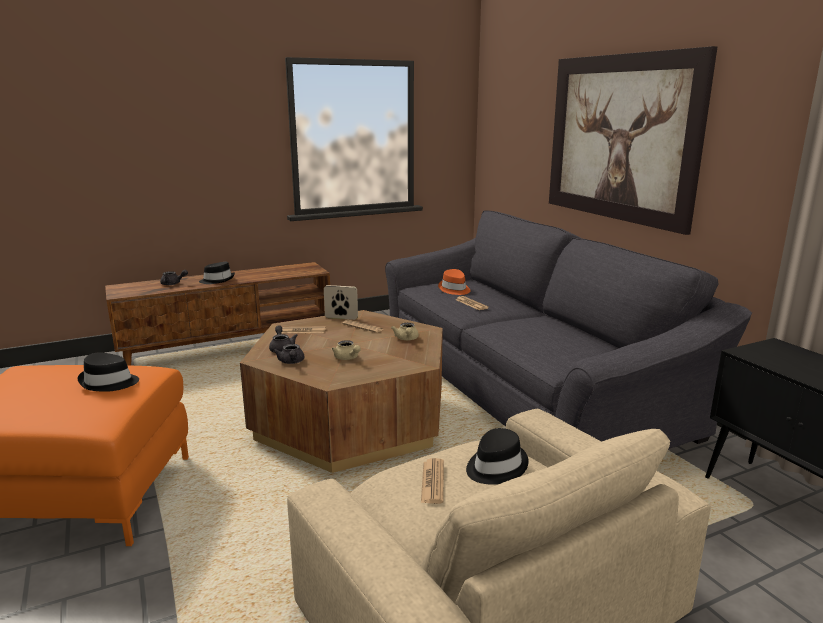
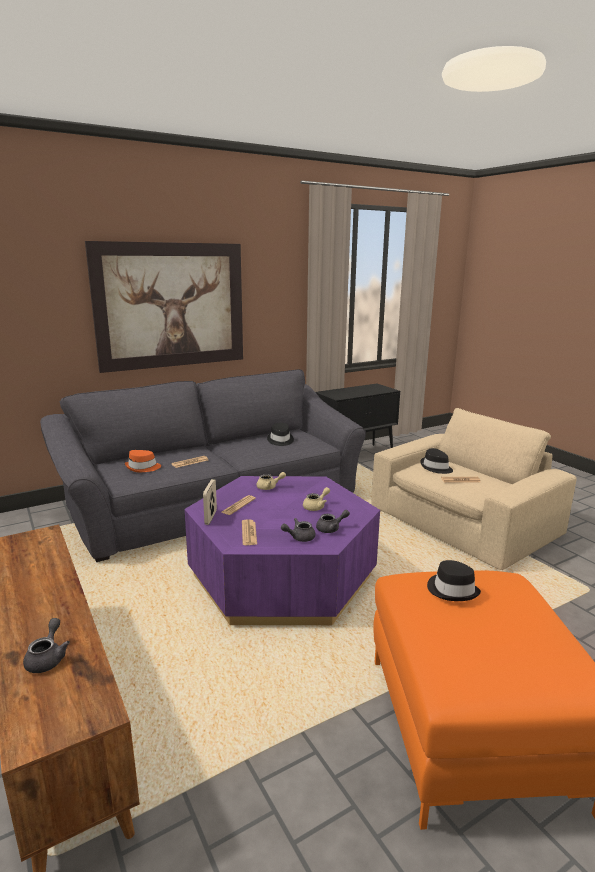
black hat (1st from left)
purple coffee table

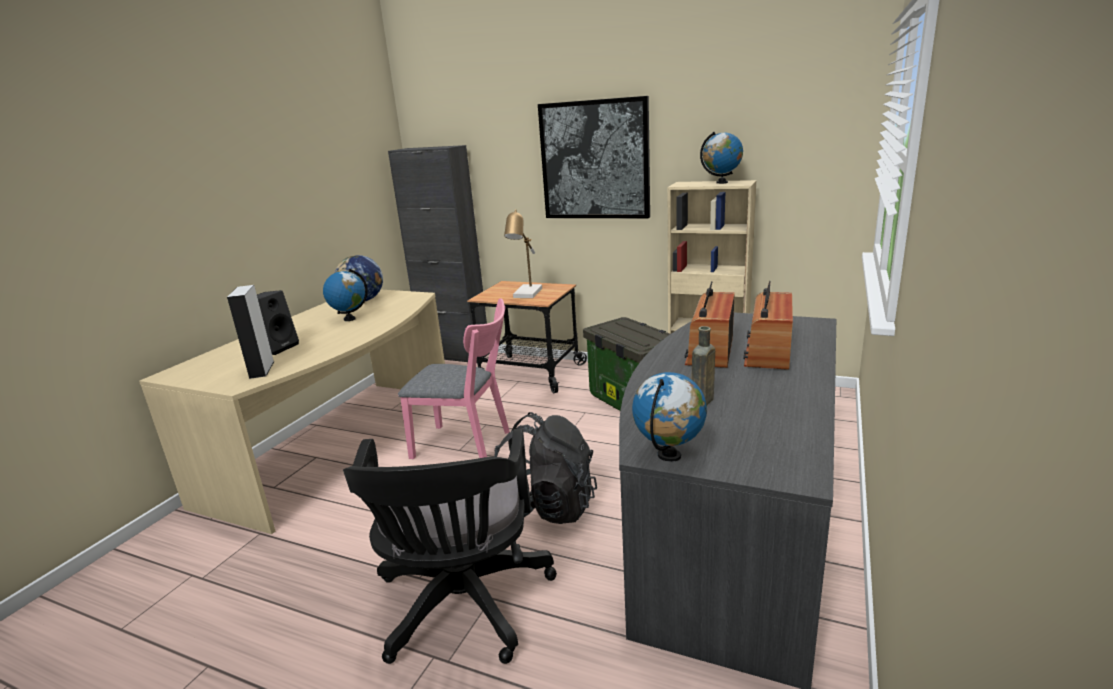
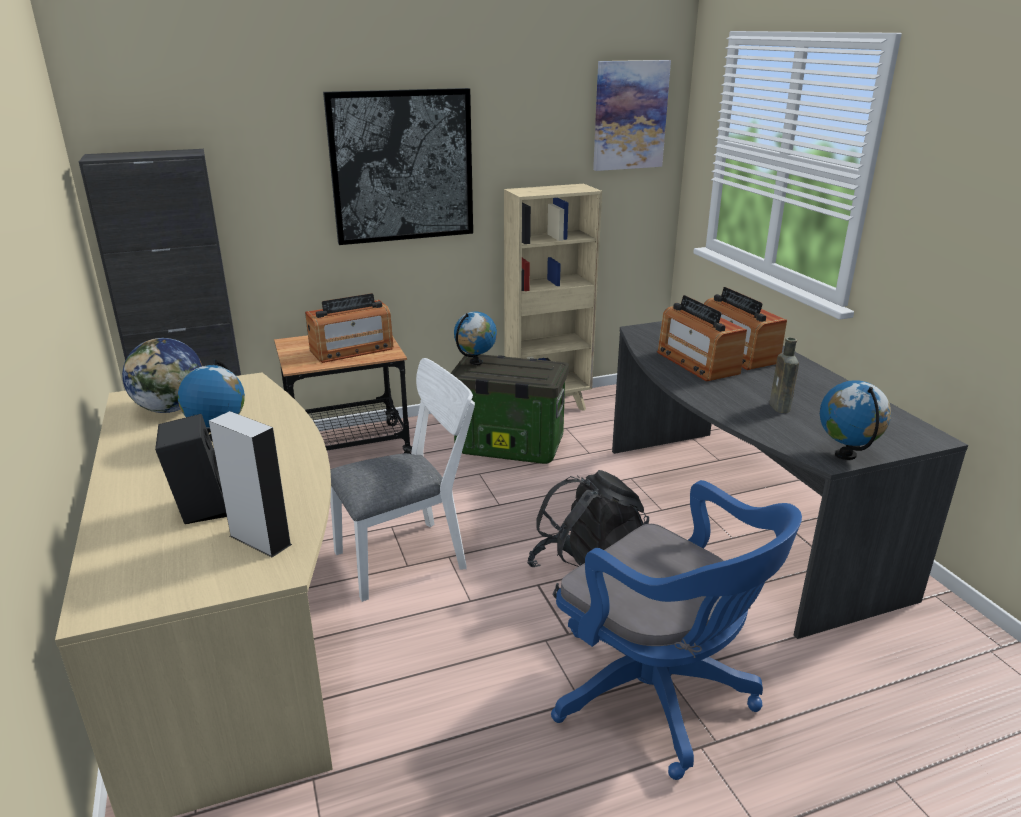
globe (3rd from left)
radio (1st from left)
white chair
blue office chair
picture (2nd from left)

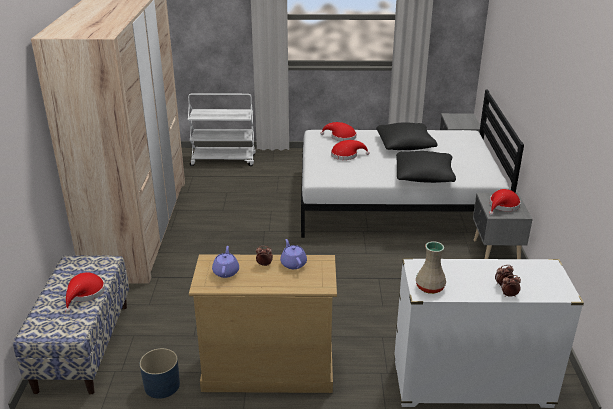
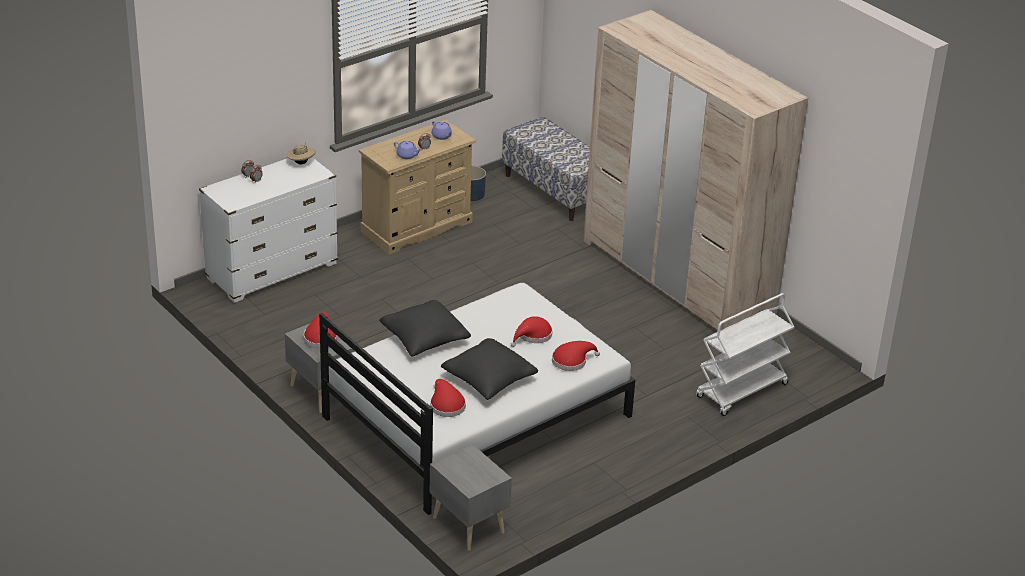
beige hat
red hat (2nd from left)

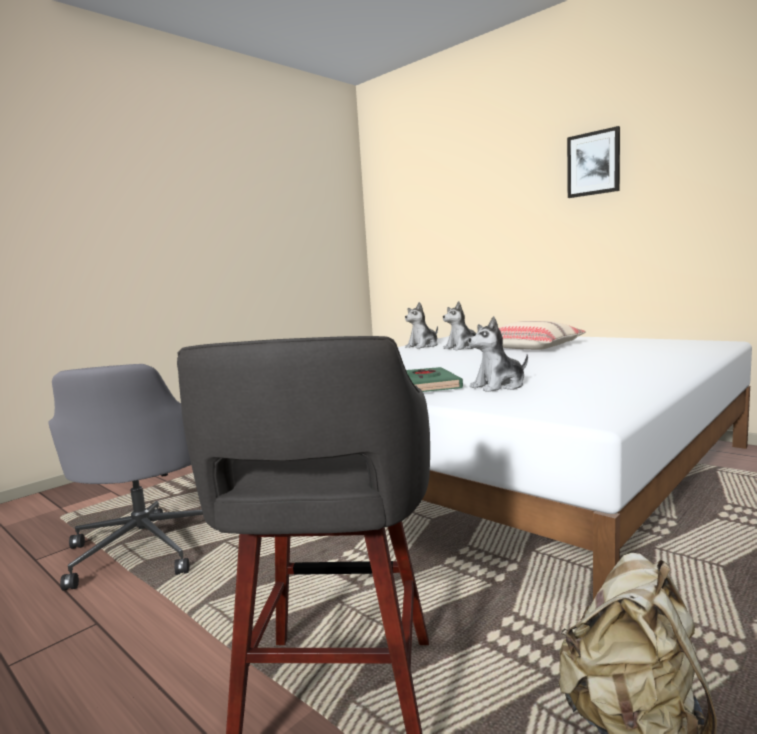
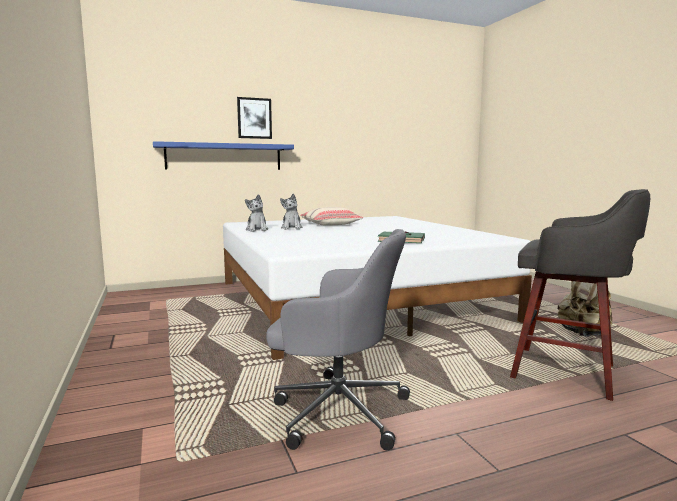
picture
plush toy (3rd from left in the first image)
blue shelf

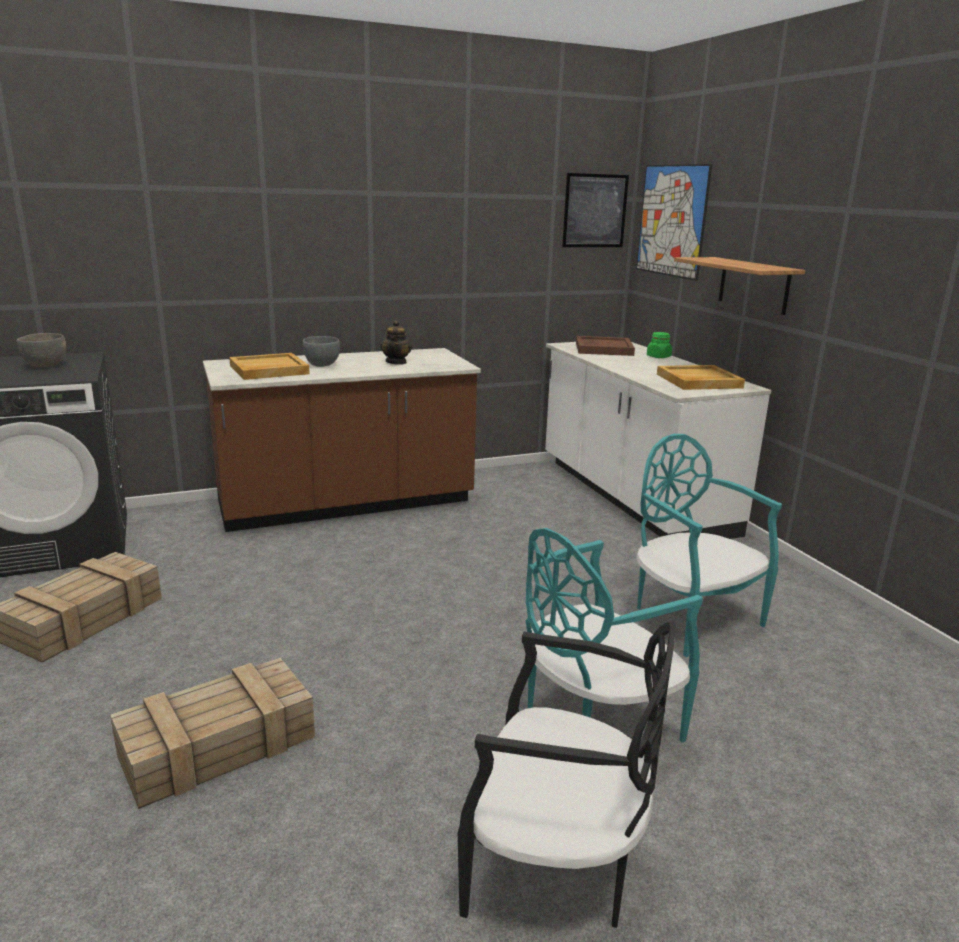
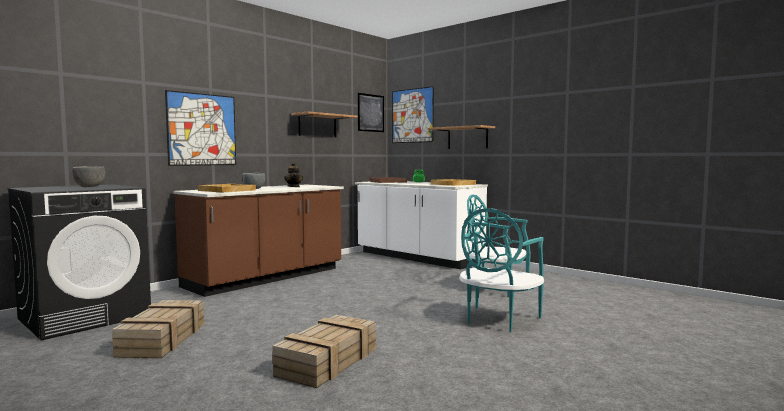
black chair
picture (1st from left)
shelf (1st from left)

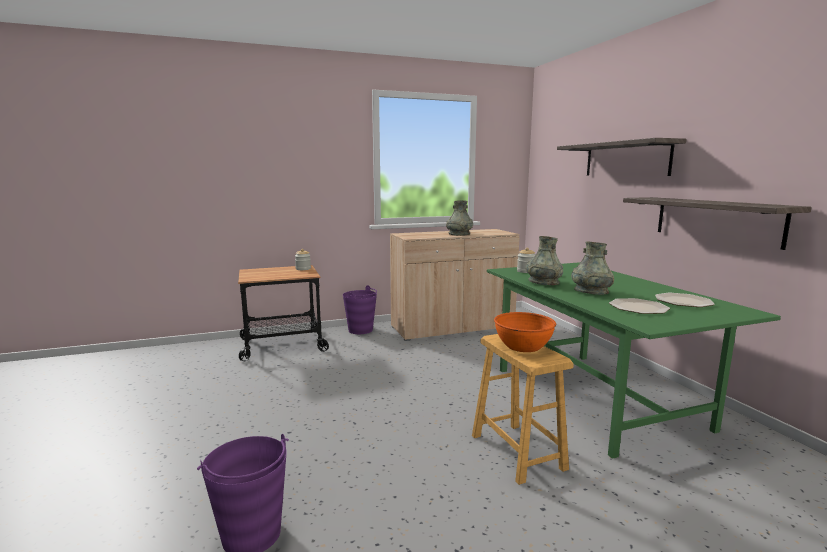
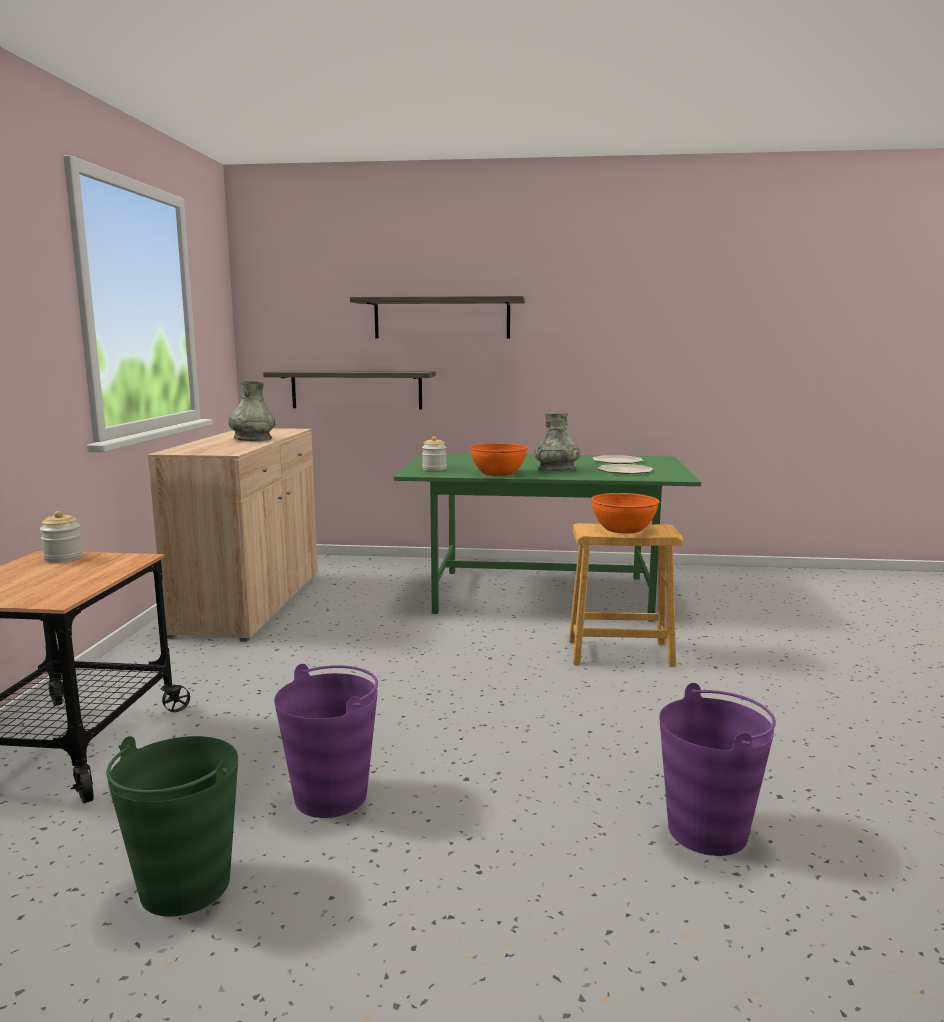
shelf (1st from left)
orange bowl (1st from left)
purple bucket (1st from left)
green bucket

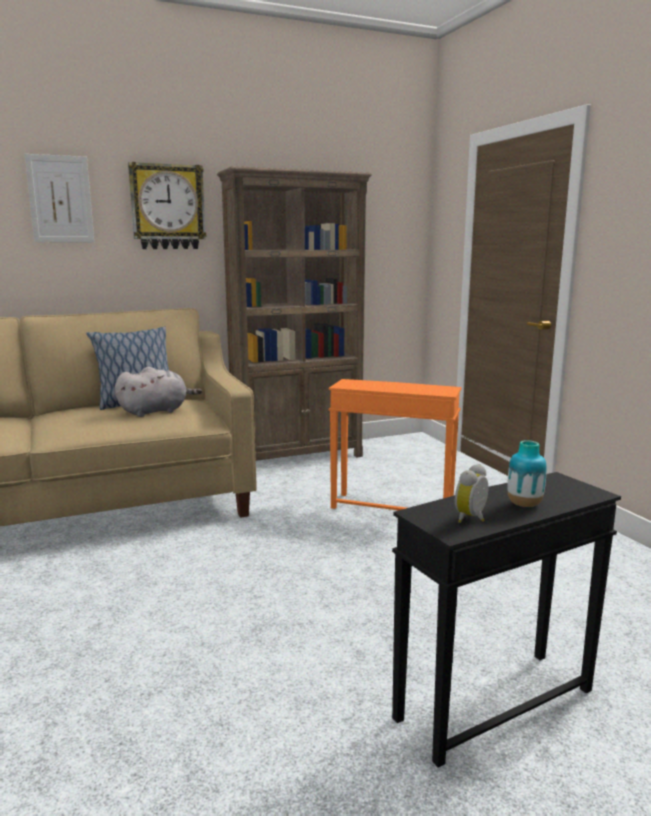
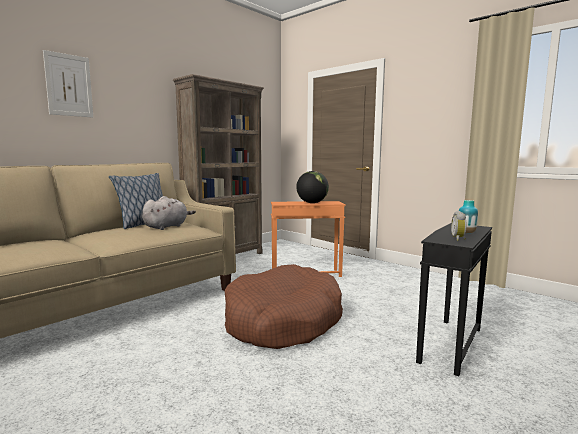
wall clock
globe
brown dog bed

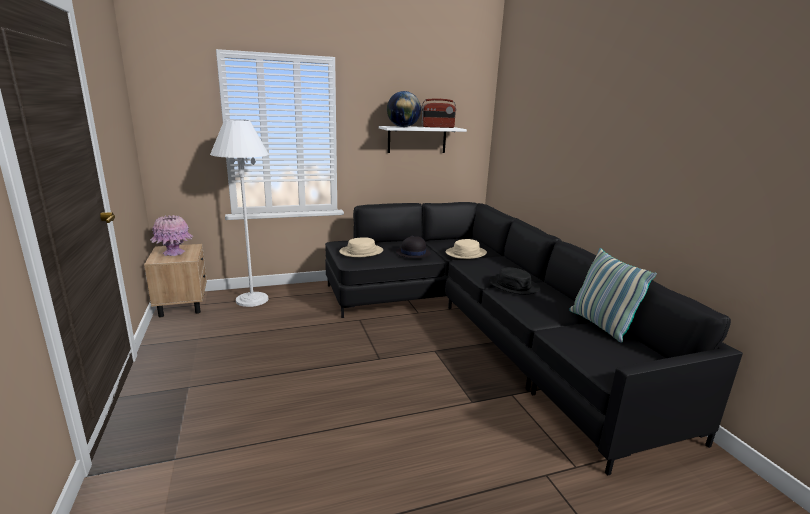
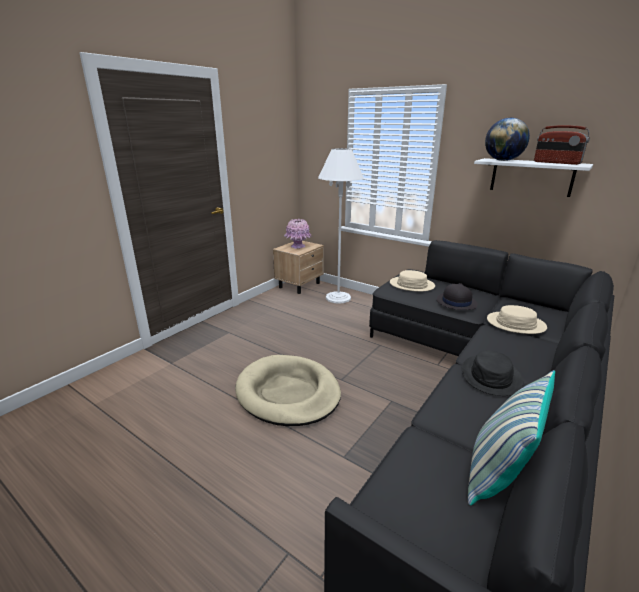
beige dog bed

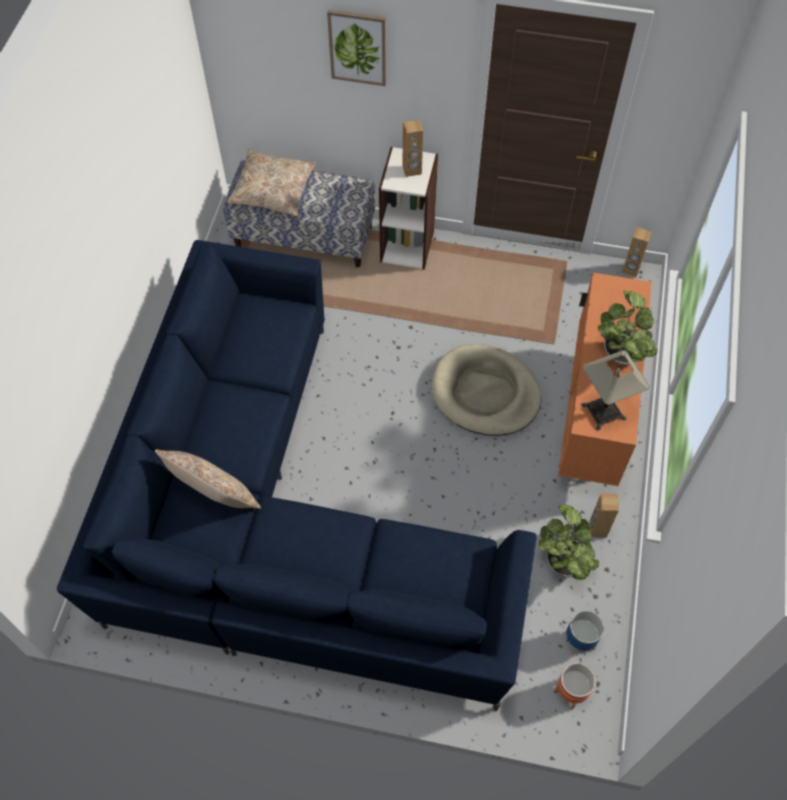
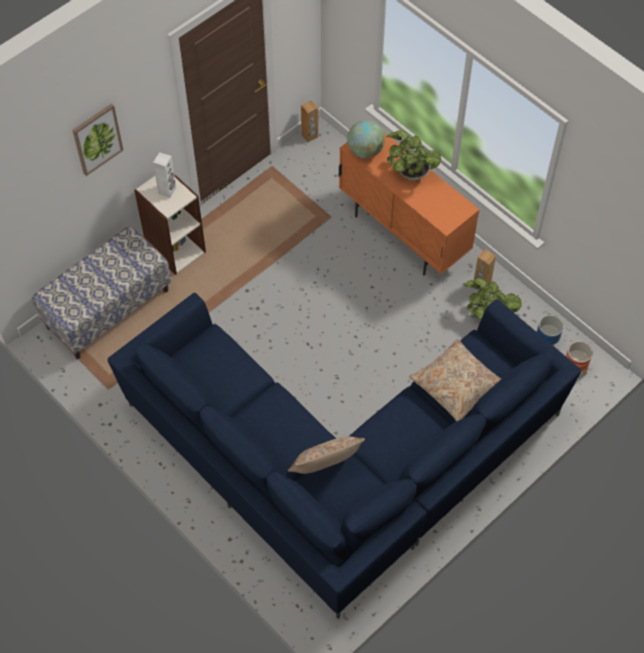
white speaker
beige pillow (2nd from left)
beige dog bed
table lamp
globe

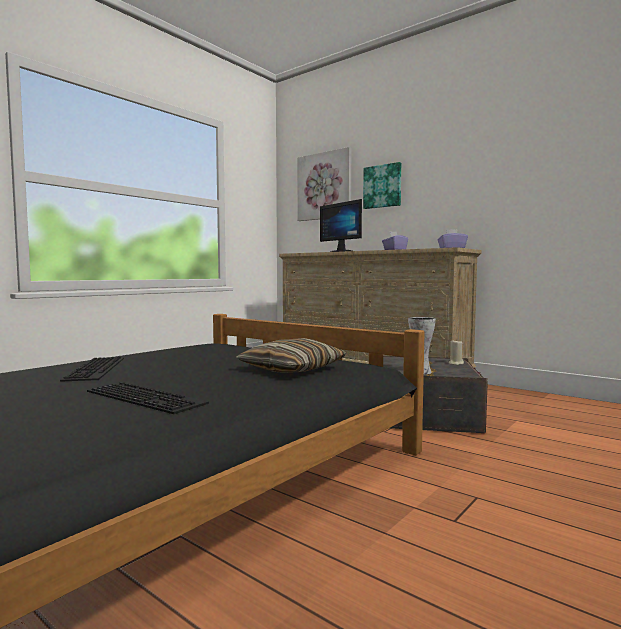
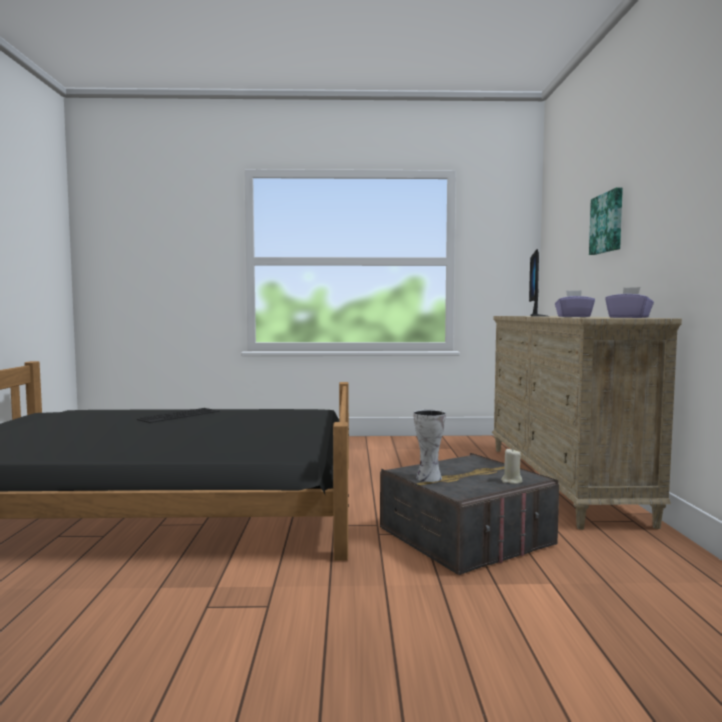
picture (1st from left in the first image)
pillow
keyboard (2nd from left in the first image)

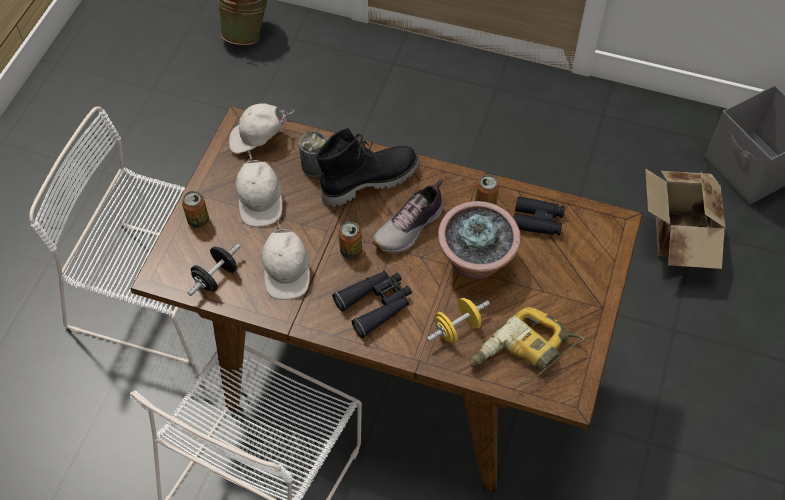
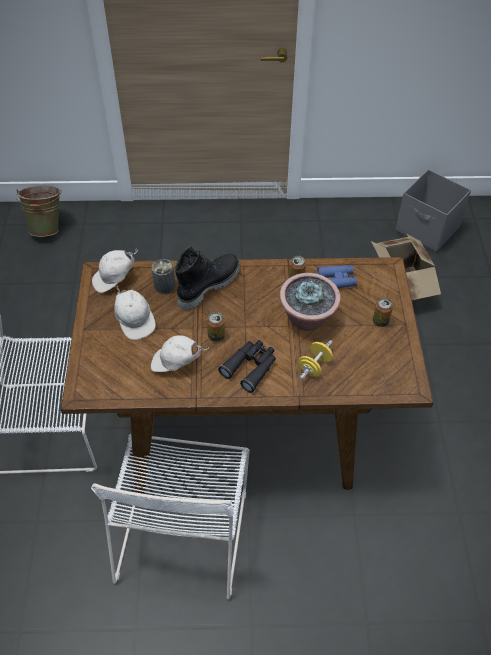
shoe
can (4th from left)
blue binoculars
white cap (3rd from left)
black dumbbell
power drill

